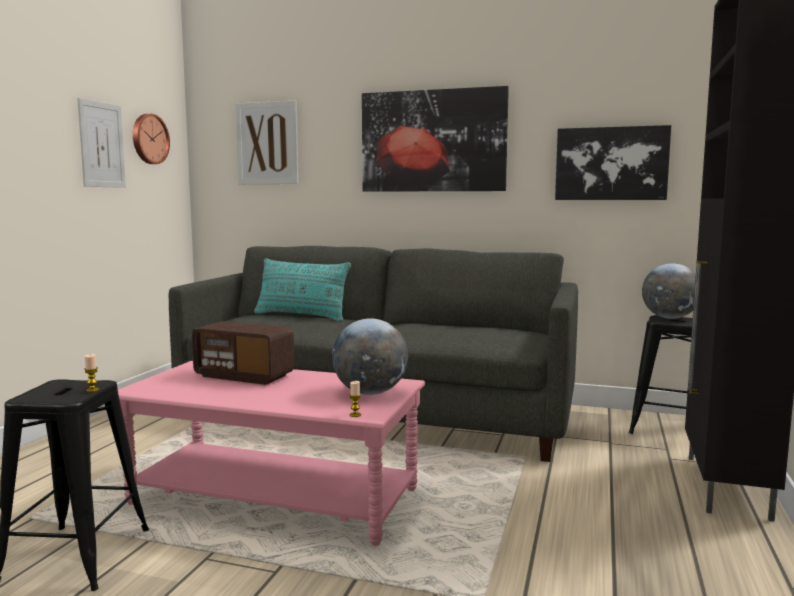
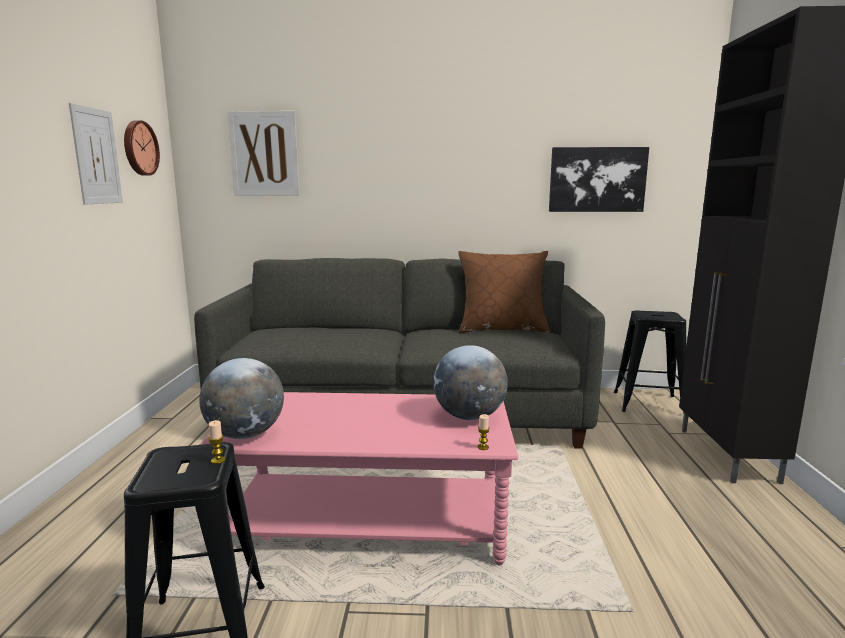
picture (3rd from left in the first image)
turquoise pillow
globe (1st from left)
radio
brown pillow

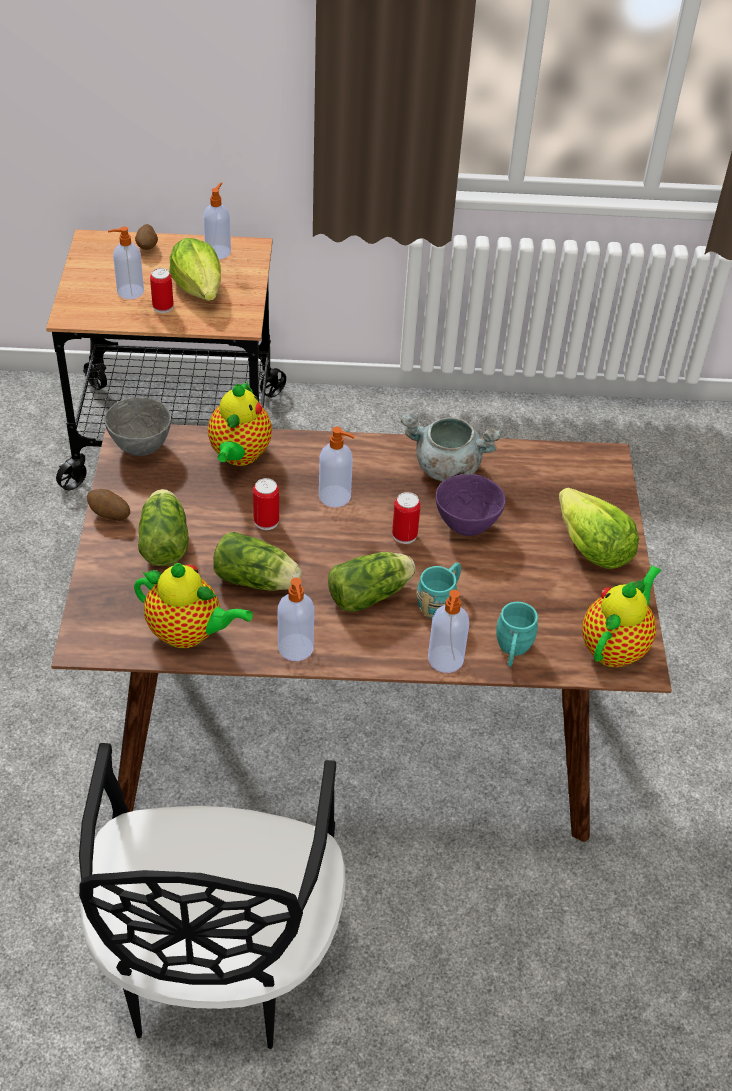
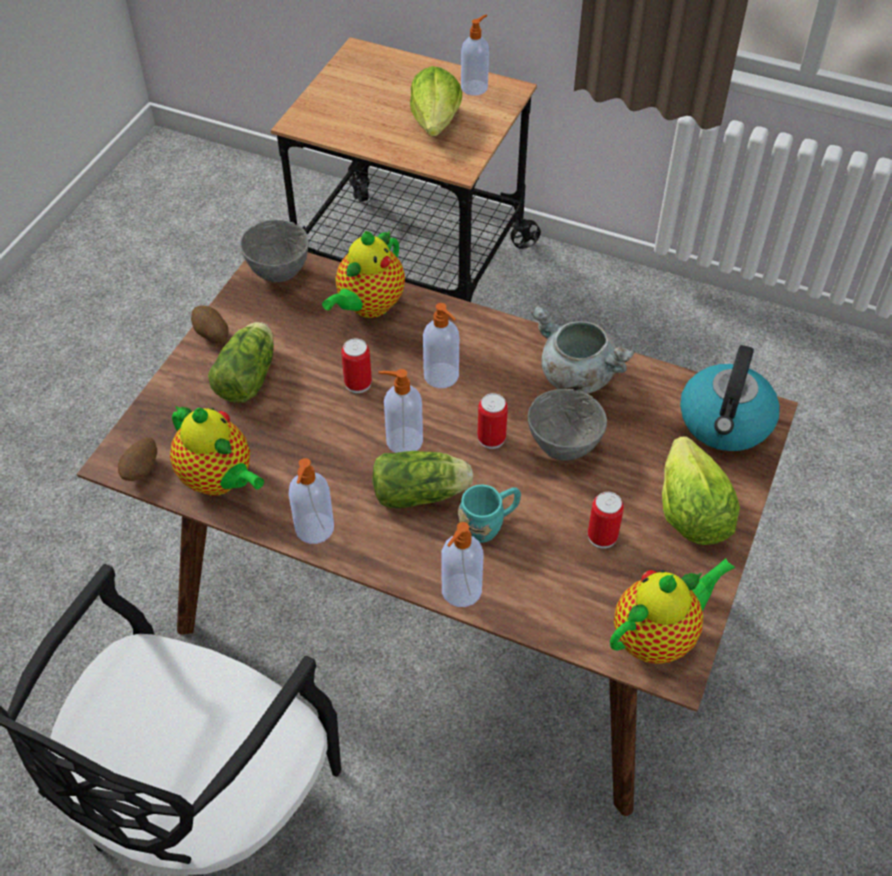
potato (1st from left)
soap dispenser (2nd from left)
can (3rd from left)
grey bowl (2nd from left)
lettuce (3rd from left in the first image)
turquoise mug (2nd from left in the first image)
kettle

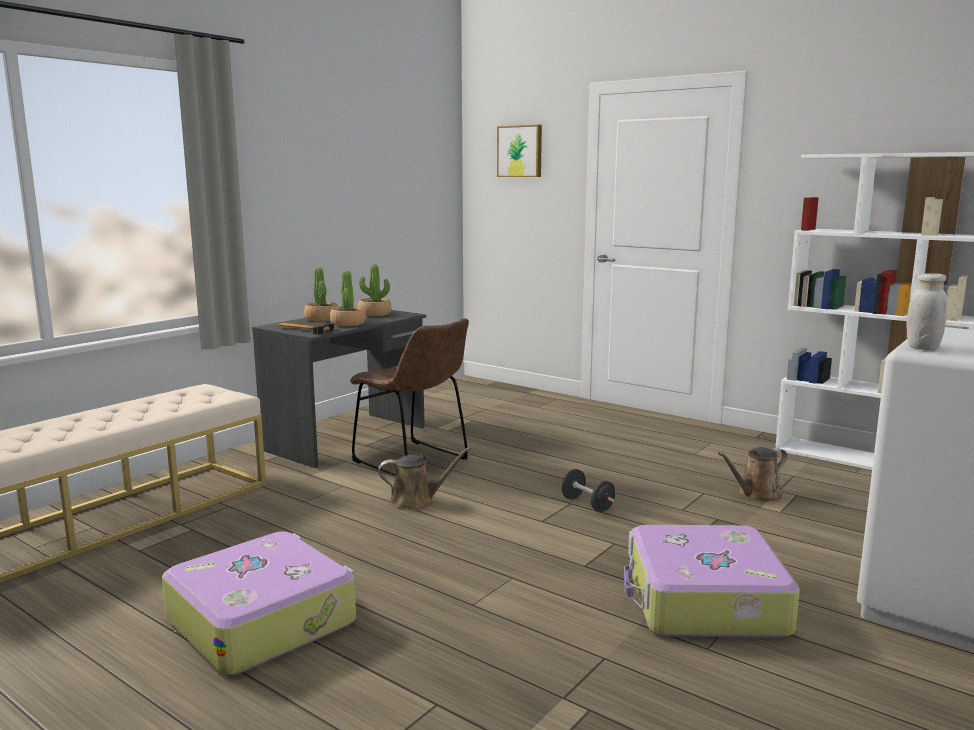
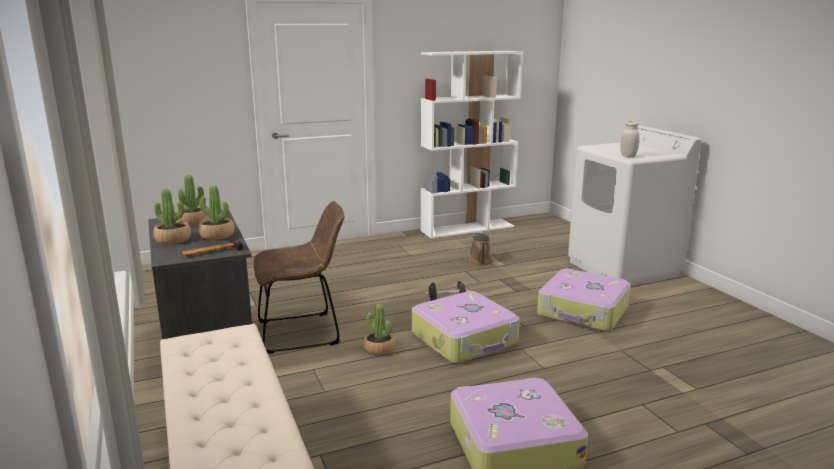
picture
potted plant (4th from left)
suitcase (1st from left)

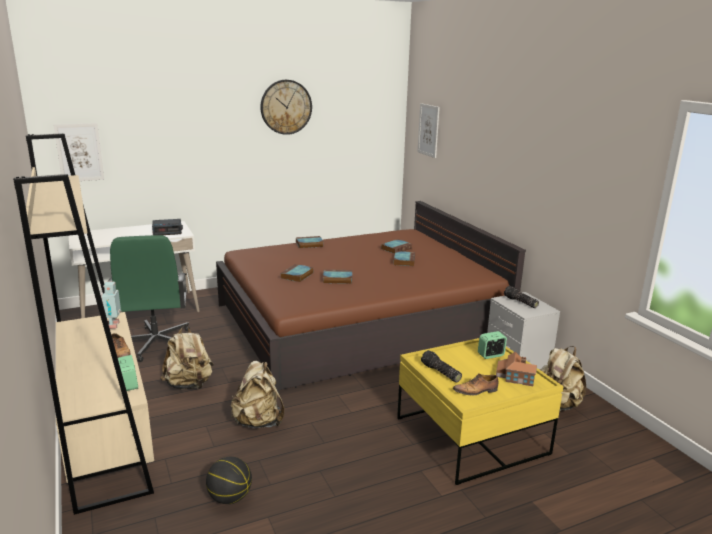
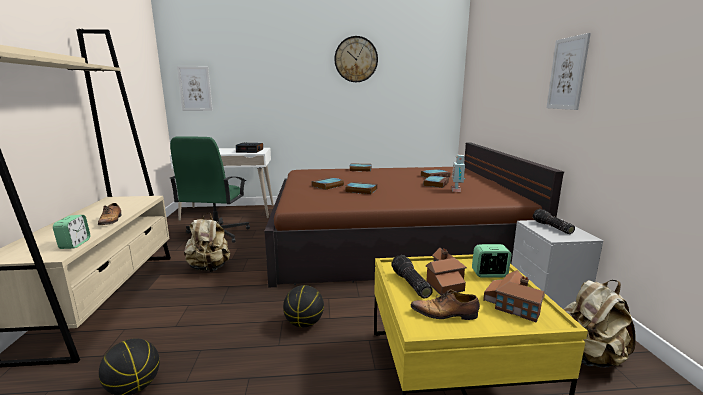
picture (2nd from left)
toy robot
beige backpack (2nd from left in the first image)
toy house (1st from left)
basketball (2nd from left)

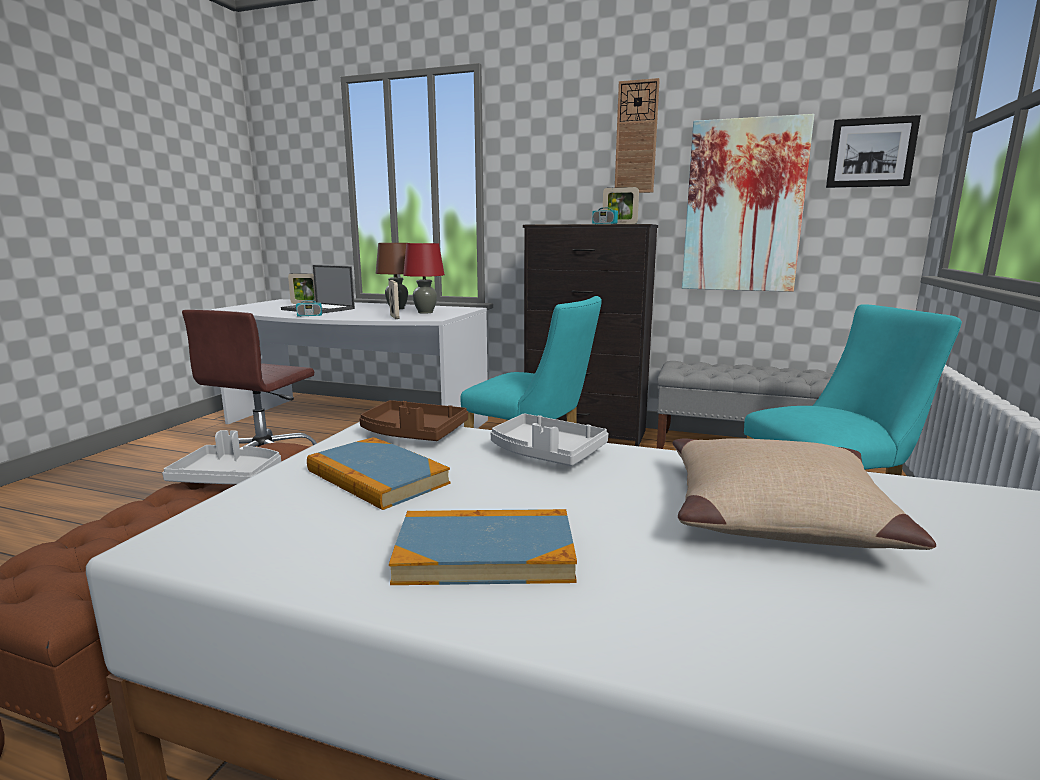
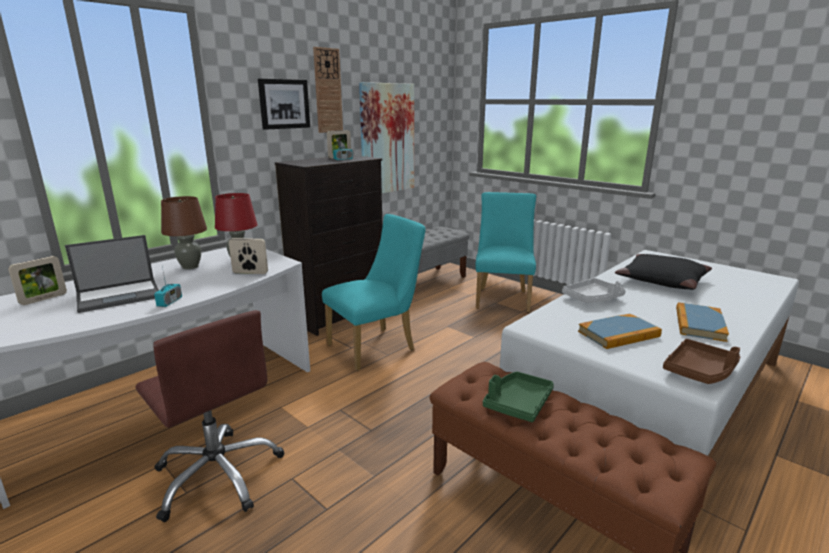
picture (1st from left)
brown tray
green tray
black pillow

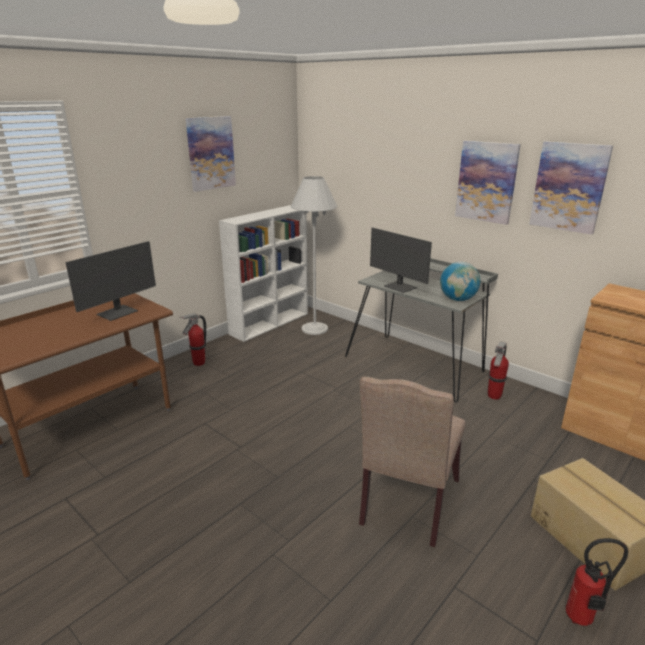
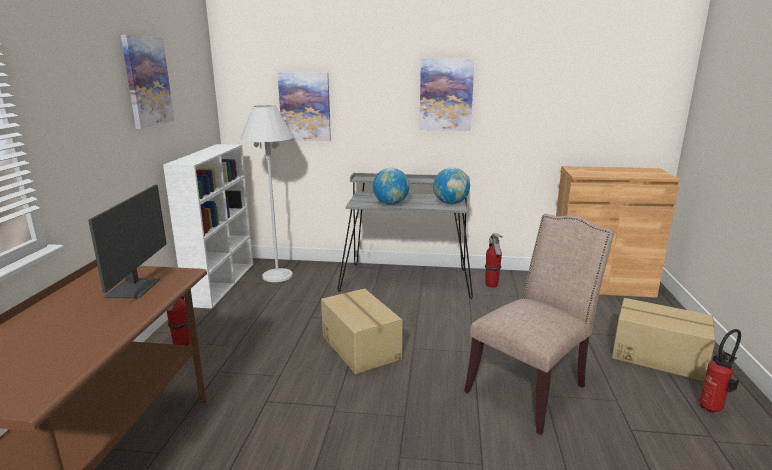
picture (2nd from left)
globe (1st from left)
beige chair
cardboard box (1st from left)

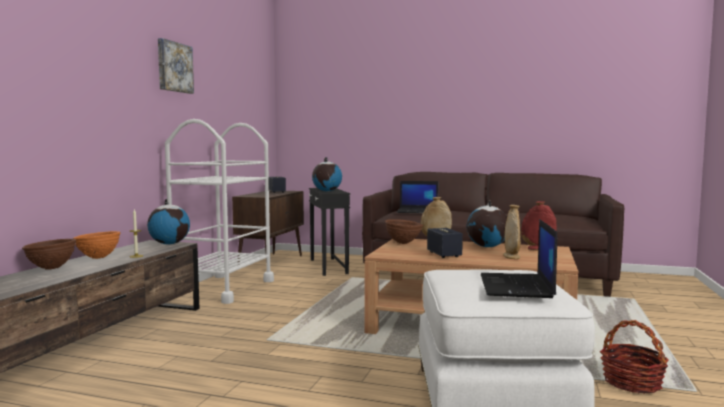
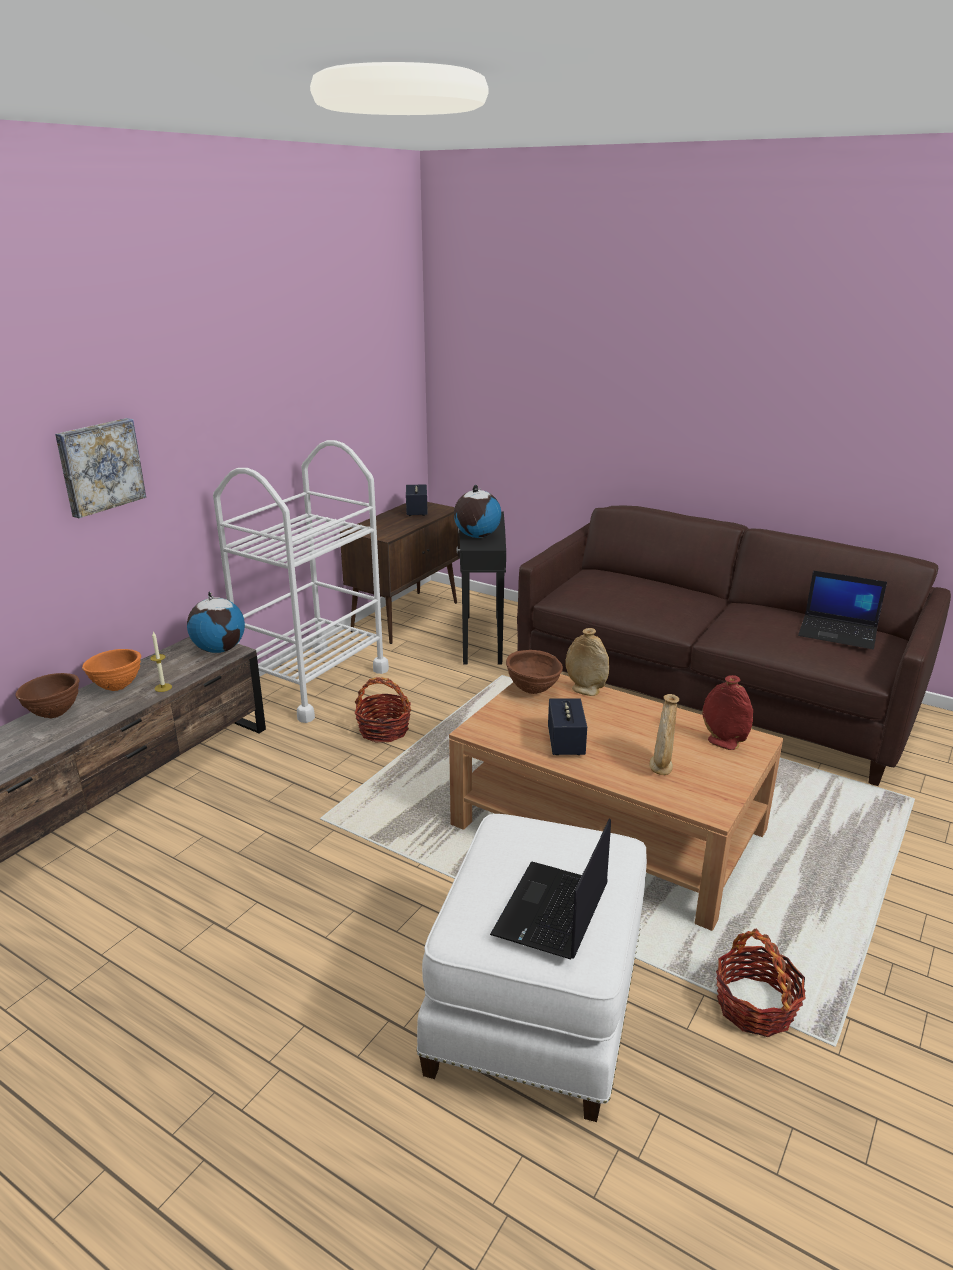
picture
laptop (2nd from left)
globe (3rd from left in the first image)
basket (1st from left)

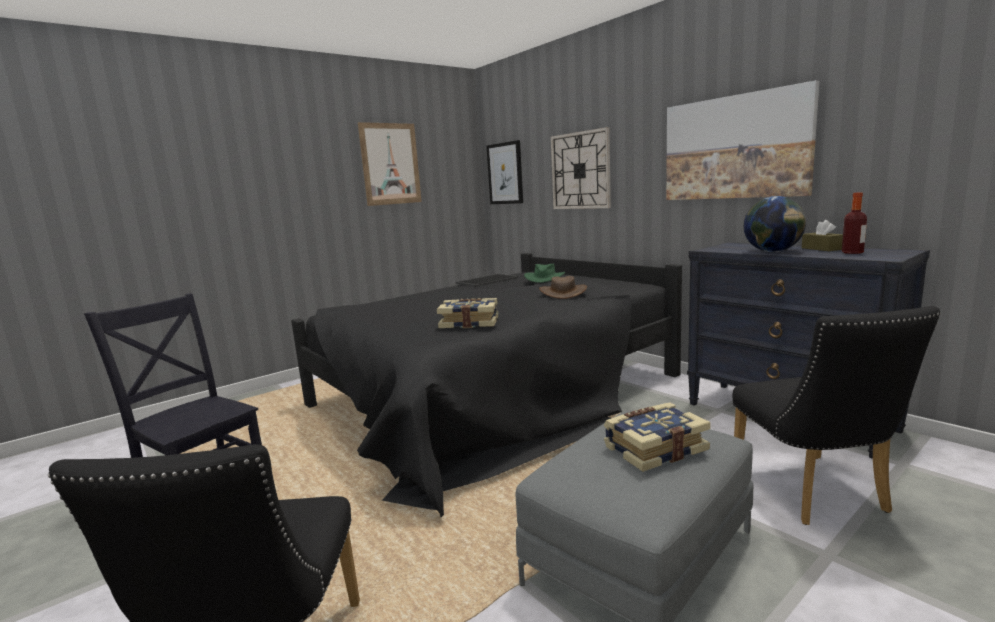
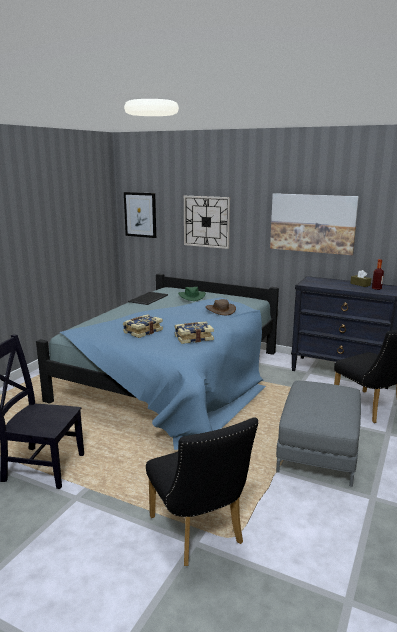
picture (1st from left in the first image)
globe
blue bed
book (1st from left)

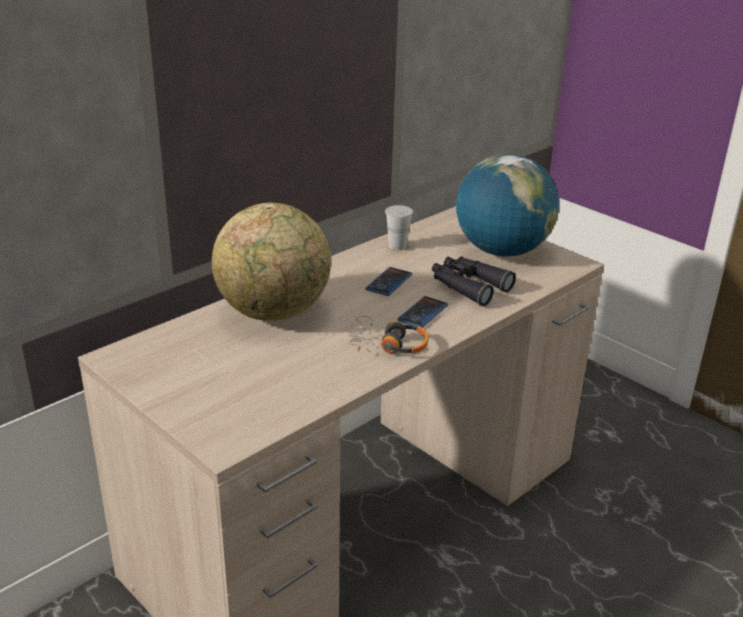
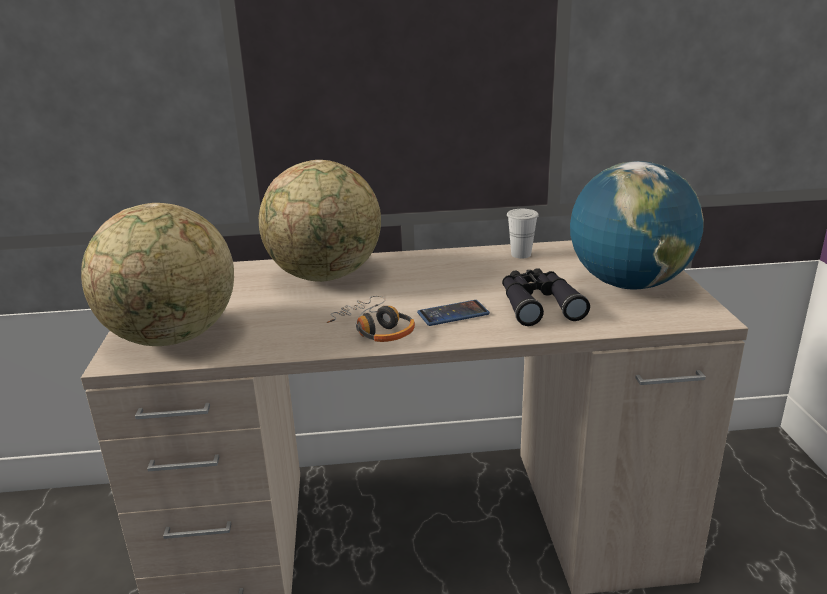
phone (1st from left in the first image)
globe (1st from left)

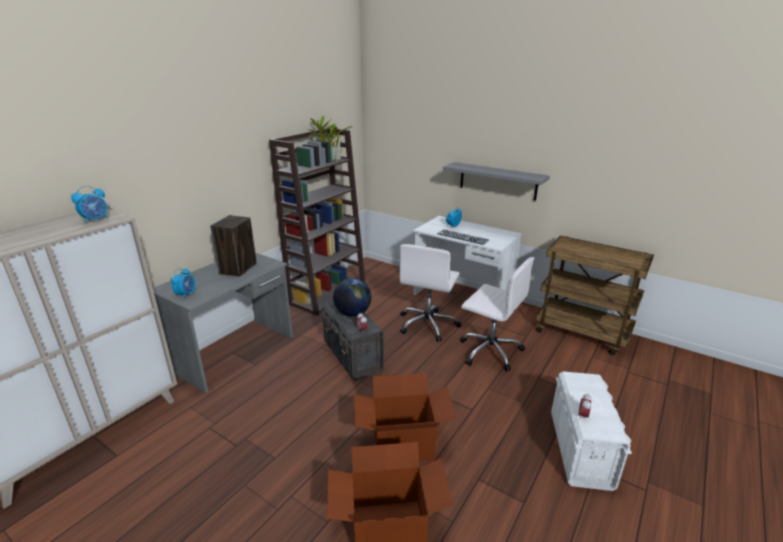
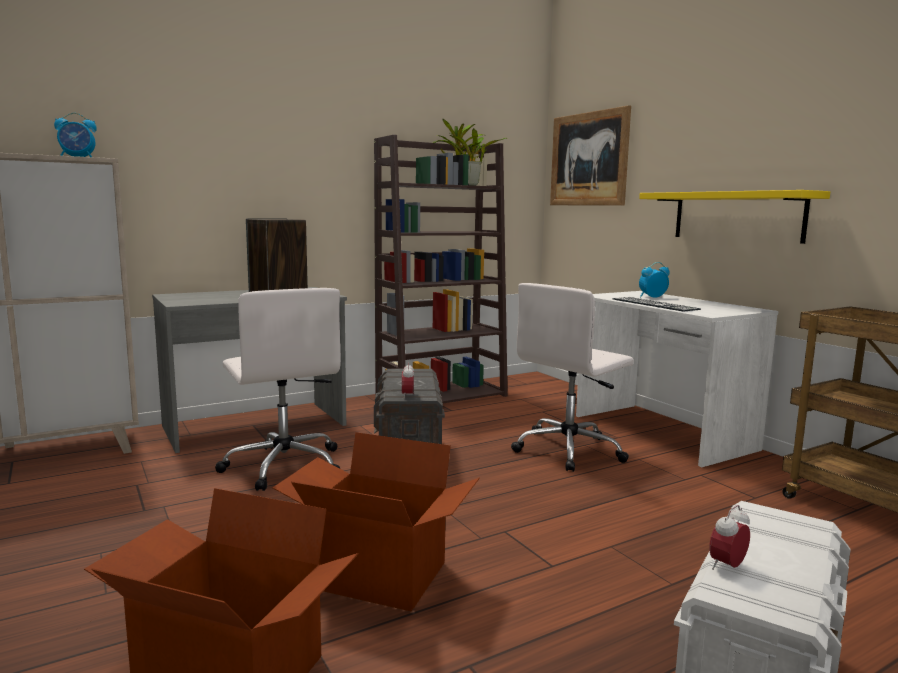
yellow shelf
white office chair (1st from left)
alarm clock (2nd from left in the first image)
globe
picture

